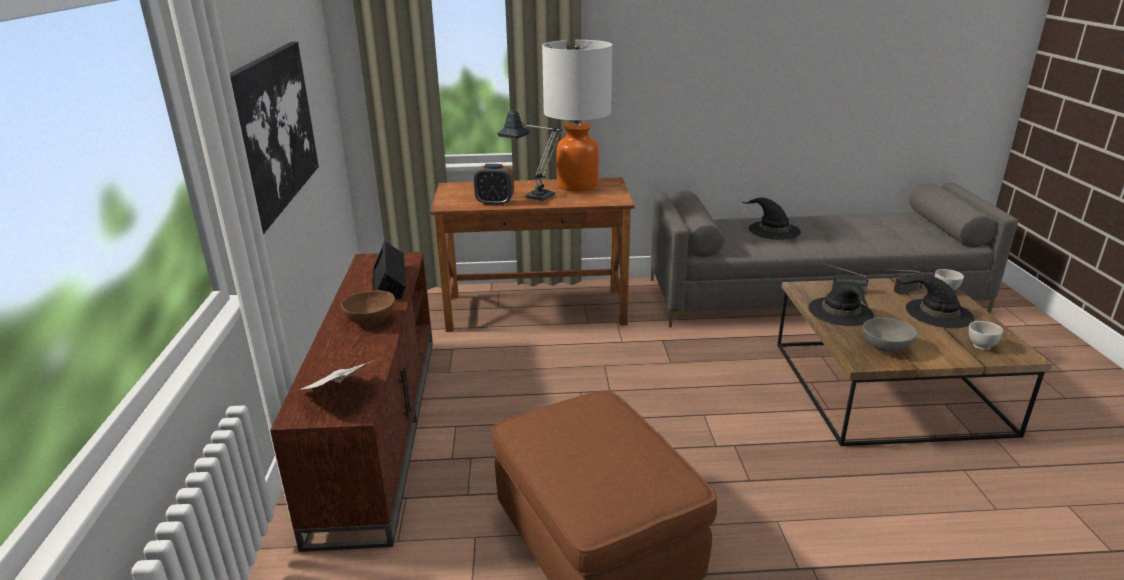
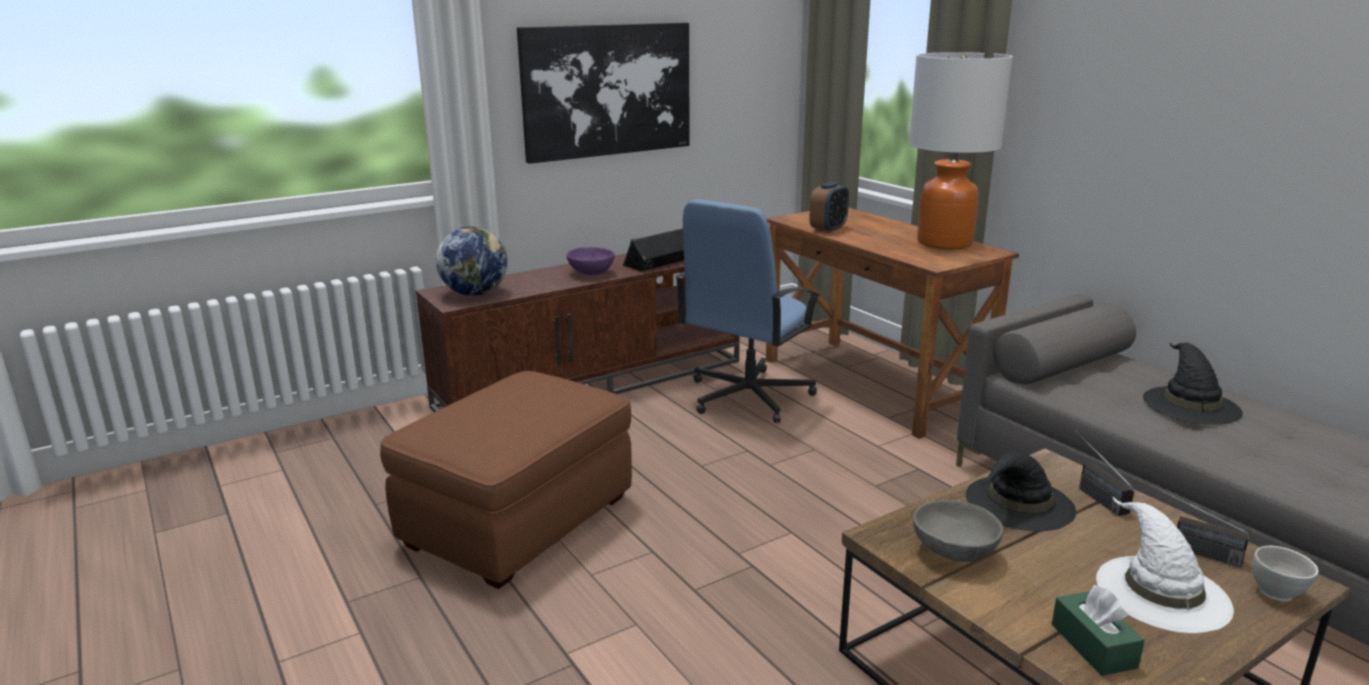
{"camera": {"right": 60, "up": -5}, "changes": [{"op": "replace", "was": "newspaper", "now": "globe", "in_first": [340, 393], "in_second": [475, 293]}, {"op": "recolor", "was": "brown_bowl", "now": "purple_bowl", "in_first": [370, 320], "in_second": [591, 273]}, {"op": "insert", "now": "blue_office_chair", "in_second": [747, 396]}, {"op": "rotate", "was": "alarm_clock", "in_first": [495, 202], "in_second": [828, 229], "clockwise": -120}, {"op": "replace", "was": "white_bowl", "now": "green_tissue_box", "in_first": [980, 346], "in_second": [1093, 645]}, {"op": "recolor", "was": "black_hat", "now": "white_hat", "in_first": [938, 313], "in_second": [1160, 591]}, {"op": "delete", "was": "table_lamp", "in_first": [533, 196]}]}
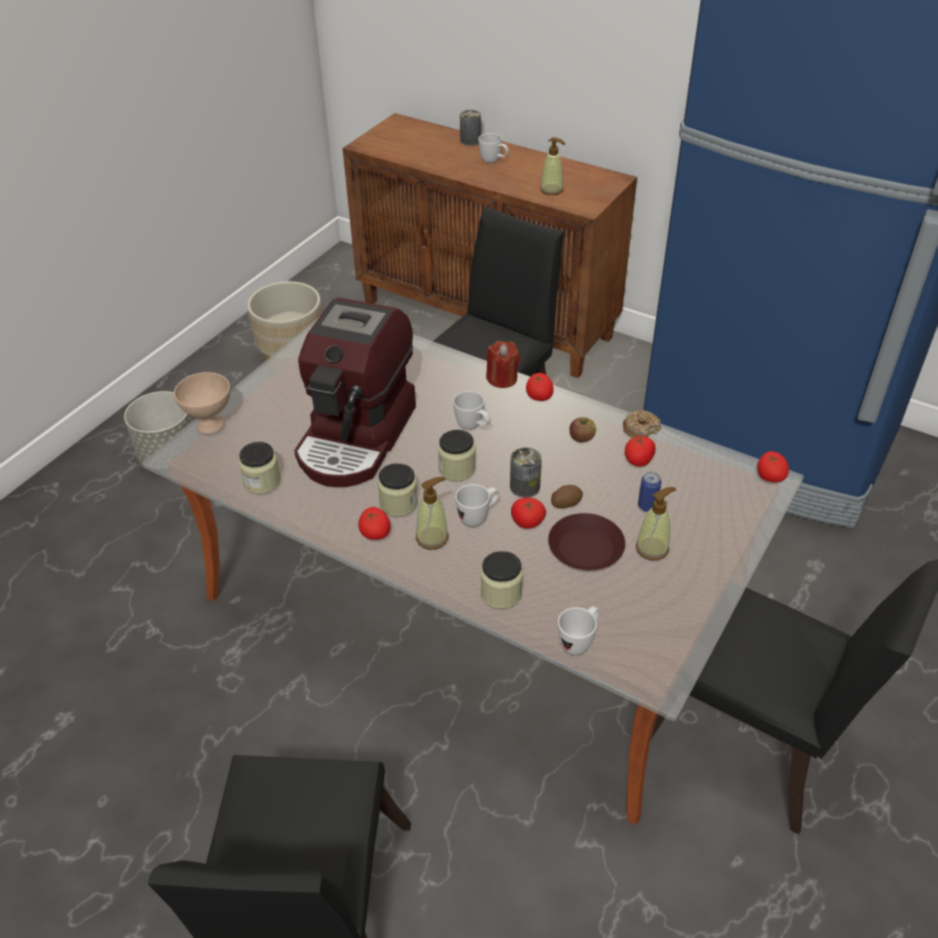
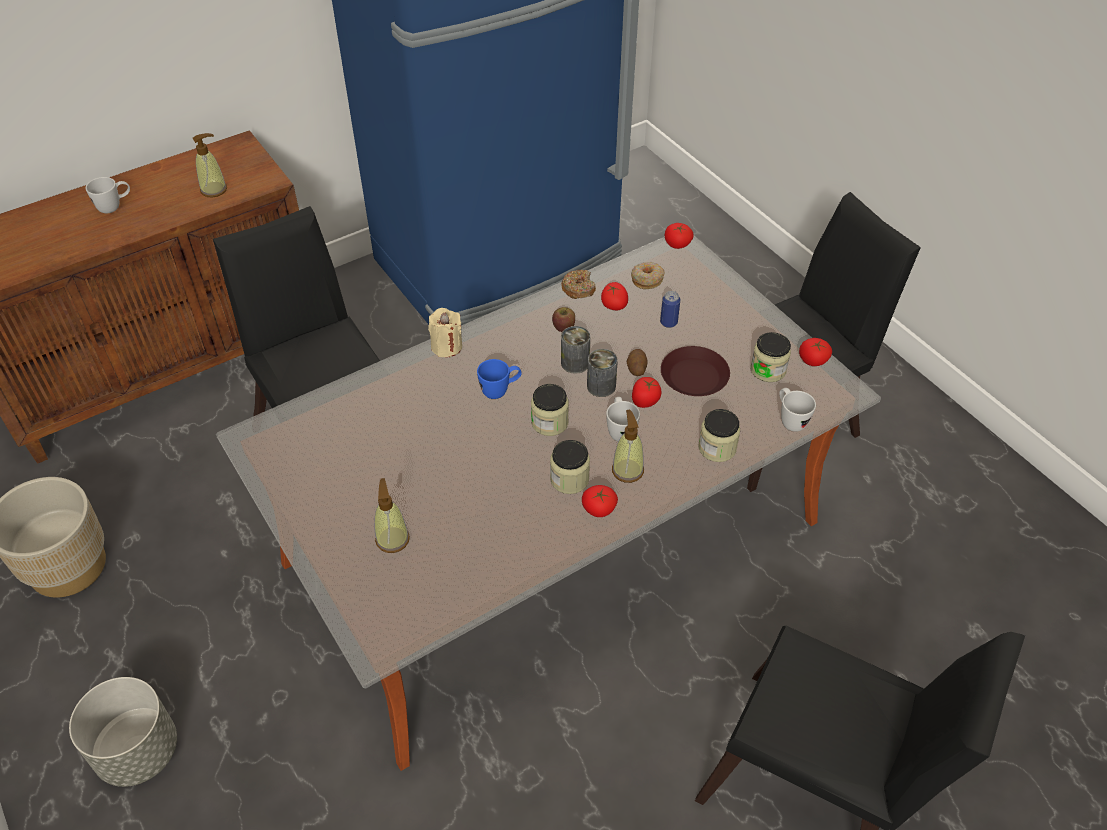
{"camera": {"right": -65, "up": 5}, "changes": [{"op": "move", "was": "soap_dispenser", "in_first": [652, 548], "in_second": [392, 539]}, {"op": "recolor", "was": "red_candle", "now": "beige_candle", "in_first": [502, 378], "in_second": [446, 346]}, {"op": "recolor", "was": "white_mug", "now": "blue_mug", "in_first": [473, 427], "in_second": [500, 391]}, {"op": "move", "was": "can", "in_first": [470, 141], "in_second": [575, 363]}, {"op": "insert", "now": "donut", "in_second": [647, 279]}, {"op": "move", "was": "jar", "in_first": [262, 481], "in_second": [768, 370]}, {"op": "move", "was": "tomato", "in_first": [539, 396], "in_second": [812, 361]}, {"op": "delete", "was": "beige_bowl", "in_first": [210, 426]}, {"op": "delete", "was": "coffee_machine", "in_first": [357, 437]}]}
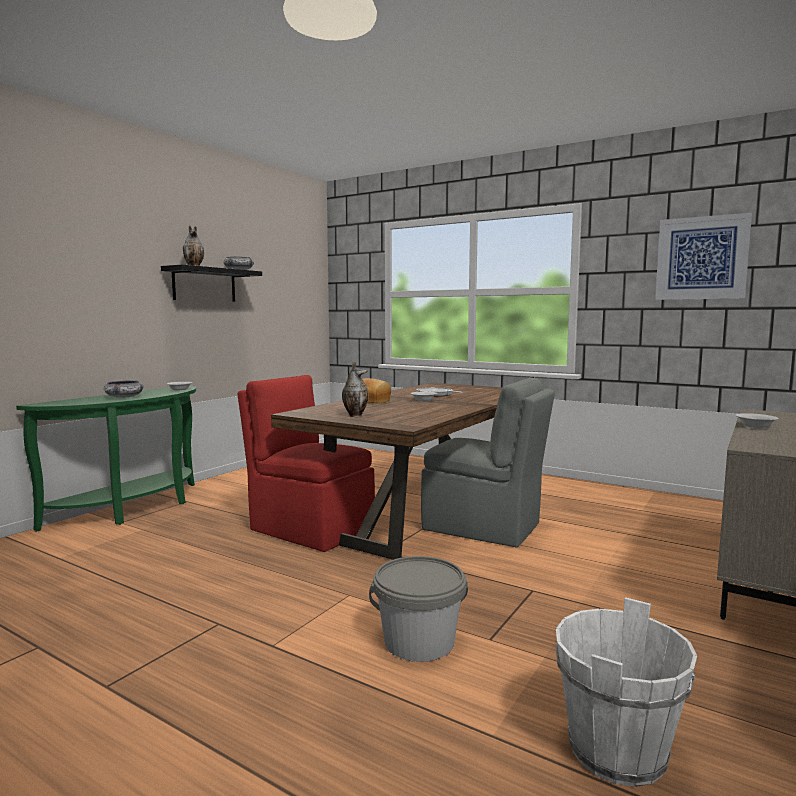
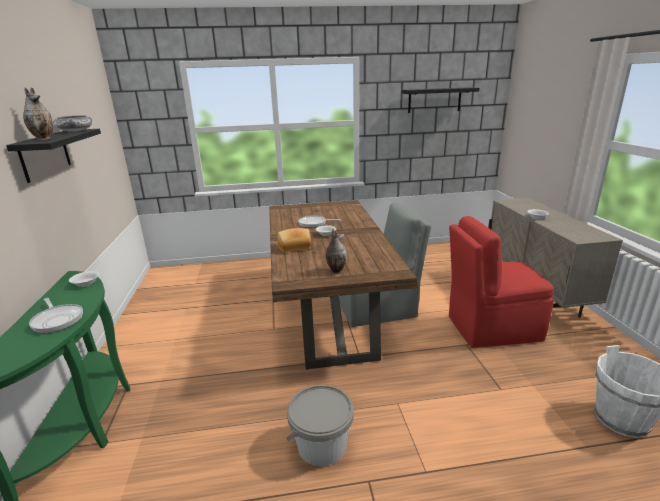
{"camera": {"right": -40, "up": 15}, "changes": [{"op": "replace", "was": "bowl", "now": "frying_pan", "in_first": [124, 397], "in_second": [57, 319]}, {"op": "move", "was": "grey_bucket", "in_first": [419, 642], "in_second": [322, 445]}, {"op": "replace", "was": "picture", "now": "black_shelf", "in_first": [701, 258], "in_second": [434, 100]}, {"op": "move", "was": "red_chair", "in_first": [310, 528], "in_second": [491, 328]}]}
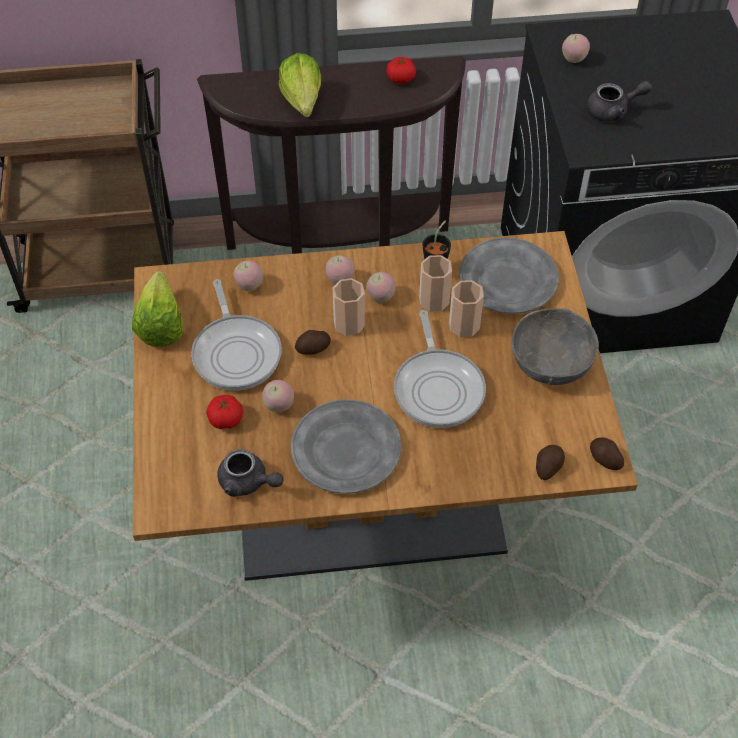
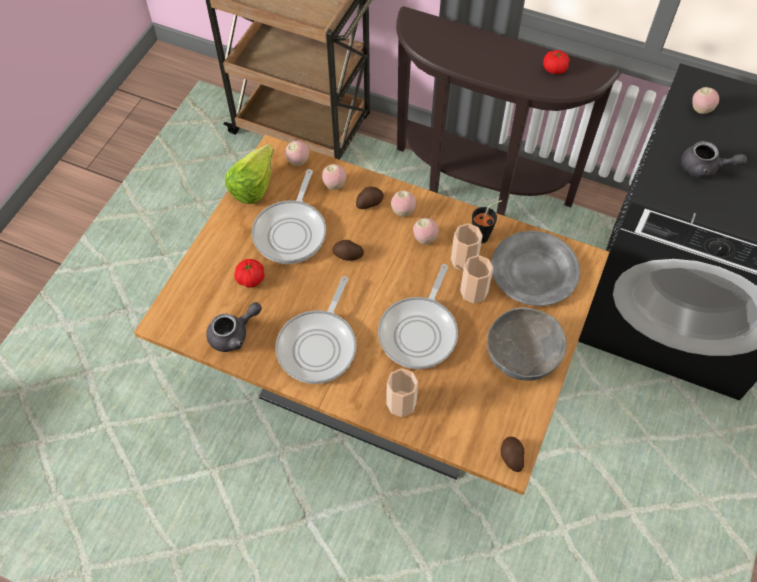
{"camera": {"right": 30, "up": 5}, "changes": [{"op": "rotate", "was": "grey_teapot", "in_first": [248, 482], "in_second": [234, 334], "clockwise": -90}, {"op": "replace", "was": "grey_plate", "now": "frying_pan", "in_first": [346, 449], "in_second": [319, 345]}, {"op": "move", "was": "apple", "in_first": [279, 405], "in_second": [298, 161]}, {"op": "move", "was": "potato", "in_first": [548, 467], "in_second": [369, 202]}, {"op": "move", "was": "cup", "in_first": [349, 323], "in_second": [401, 403]}, {"op": "delete", "was": "lettuce", "in_first": [301, 106]}]}
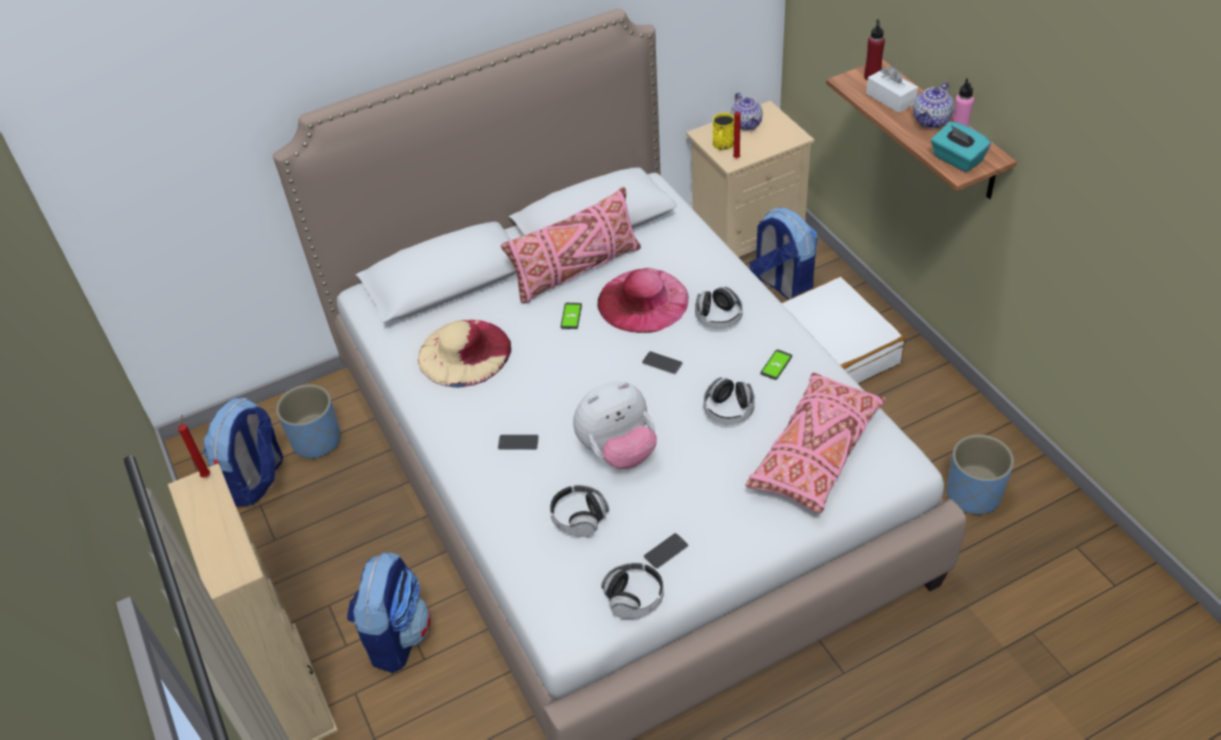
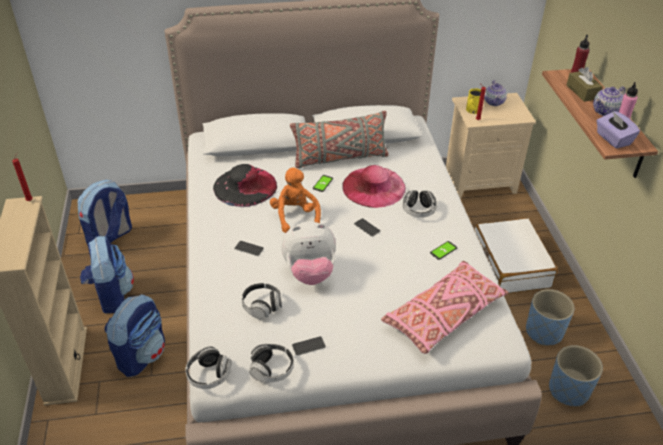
{"camera": {"right": 15, "up": -5}, "changes": [{"op": "move", "was": "backpack", "in_first": [782, 285], "in_second": [111, 295]}, {"op": "move", "was": "headphones", "in_first": [728, 410], "in_second": [209, 375]}, {"op": "recolor", "was": "beige_hat", "now": "black_hat", "in_first": [464, 352], "in_second": [245, 186]}, {"op": "insert", "now": "orange_plush_toy", "in_second": [295, 216]}, {"op": "recolor", "was": "pink_pillow", "now": "grey_pillow", "in_first": [576, 271], "in_second": [340, 158]}, {"op": "move", "was": "blue_planter", "in_first": [317, 441], "in_second": [544, 332]}, {"op": "recolor", "was": "white_tissue_box", "now": "brown_tissue_box", "in_first": [890, 98], "in_second": [582, 92]}, {"op": "recolor", "was": "turquoise_tissue_box", "now": "purple_tissue_box", "in_first": [957, 159], "in_second": [613, 139]}]}
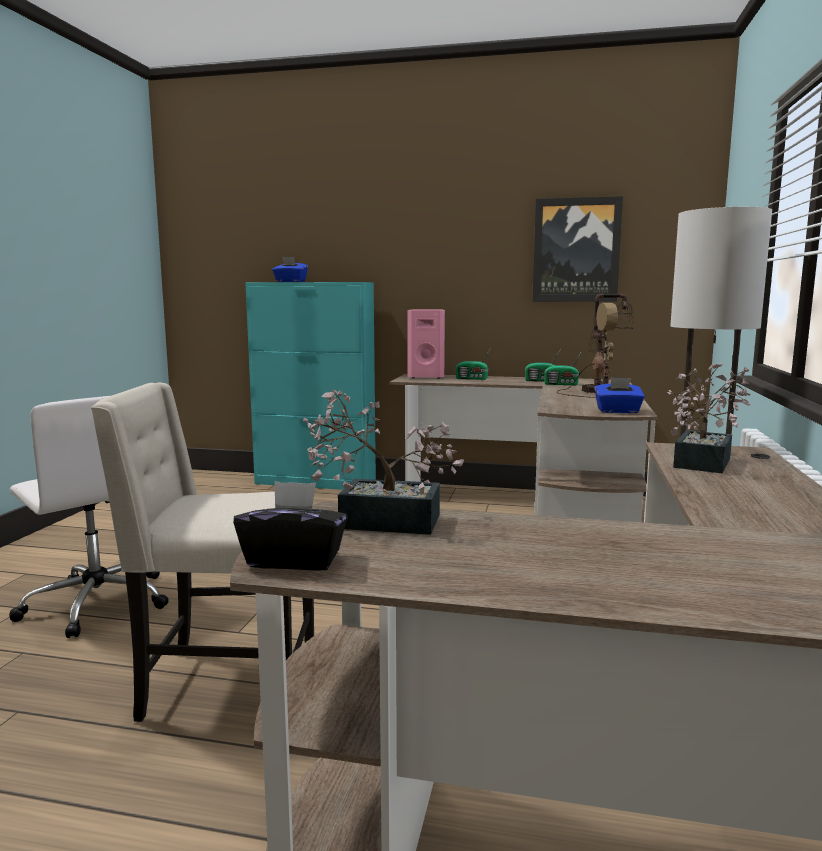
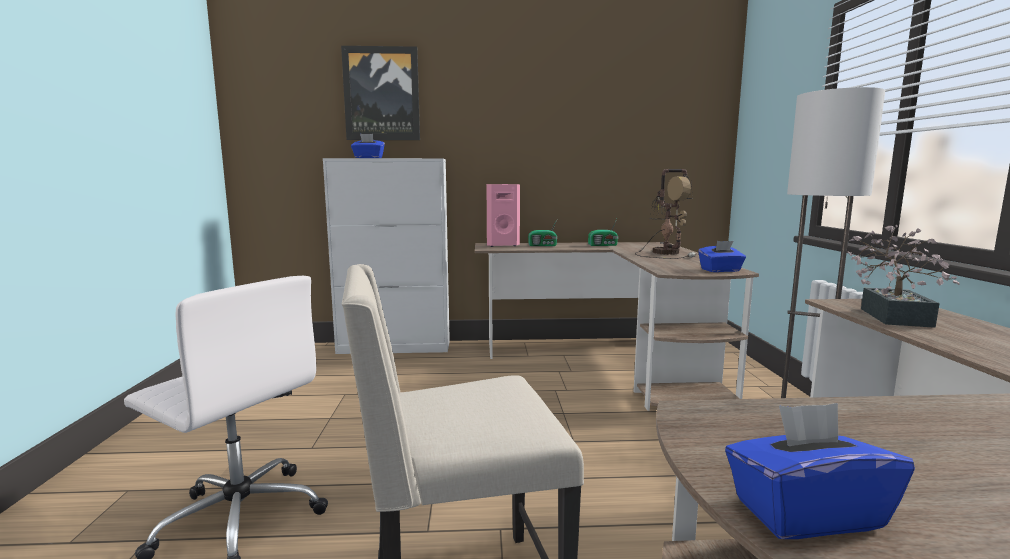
{"camera": {"right": -15, "up": 0}, "changes": [{"op": "recolor", "was": "turquoise_cabinet", "now": "white_cabinet", "in_first": [316, 482], "in_second": [395, 347]}, {"op": "move", "was": "picture", "in_first": [576, 250], "in_second": [382, 94]}, {"op": "recolor", "was": "black_tissue_box", "now": "blue_tissue_box", "in_first": [294, 560], "in_second": [805, 512]}, {"op": "delete", "was": "potted_plant", "in_first": [378, 520]}, {"op": "delete", "was": "radio", "in_first": [562, 384]}]}
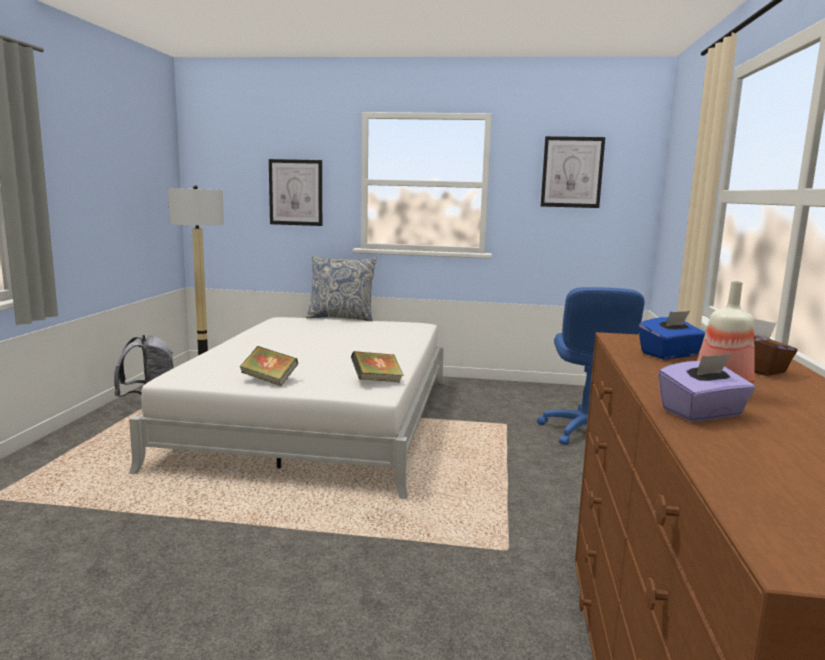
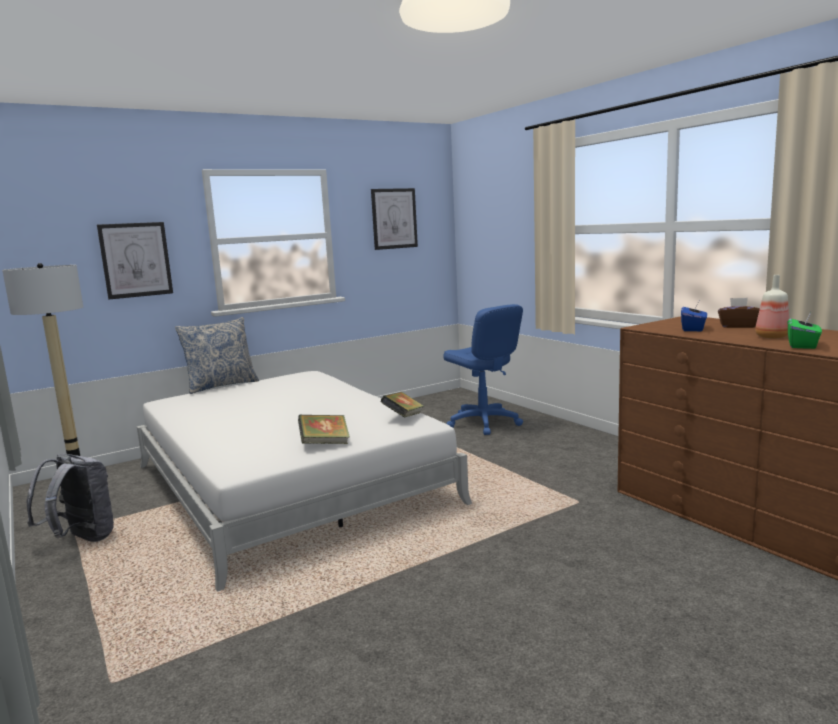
{"camera": {"right": -40, "up": 0}, "changes": [{"op": "recolor", "was": "purple_tissue_box", "now": "green_tissue_box", "in_first": [702, 413], "in_second": [802, 345]}]}
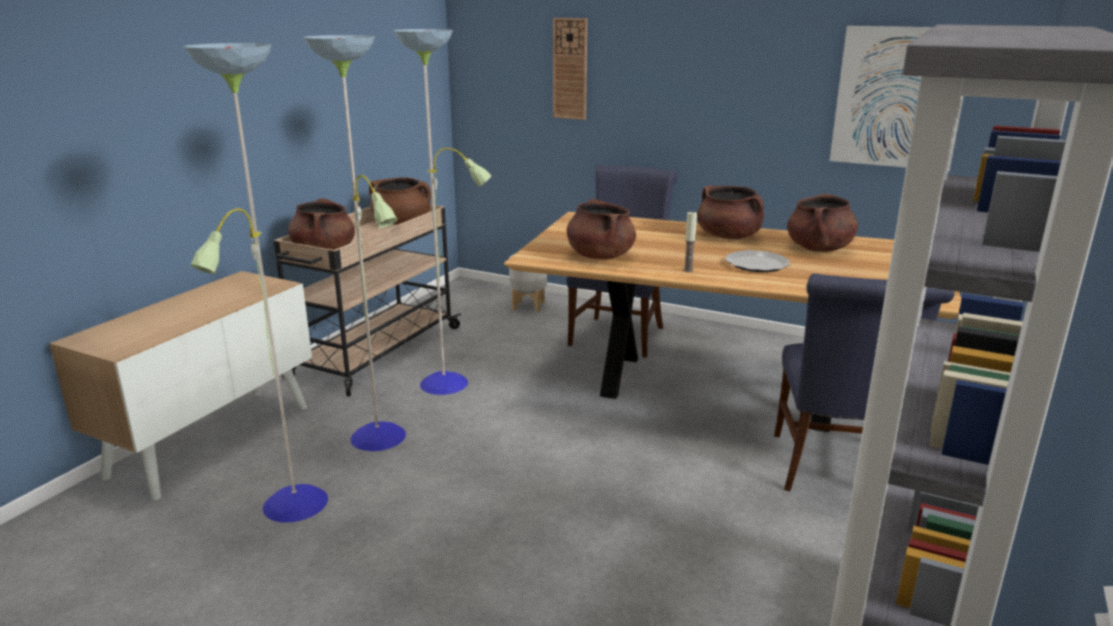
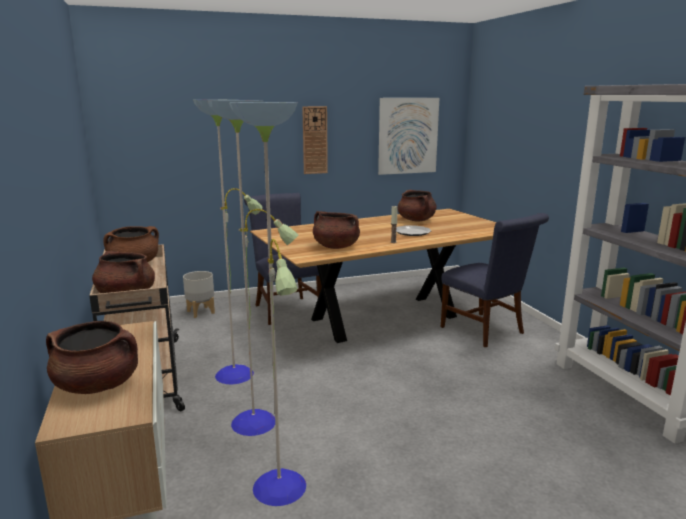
{"camera": {"right": -45, "up": -5}, "changes": [{"op": "move", "was": "brown_cooking_pot", "in_first": [729, 237], "in_second": [98, 385]}, {"op": "move", "was": "wall_clock", "in_first": [570, 69], "in_second": [315, 140]}]}
